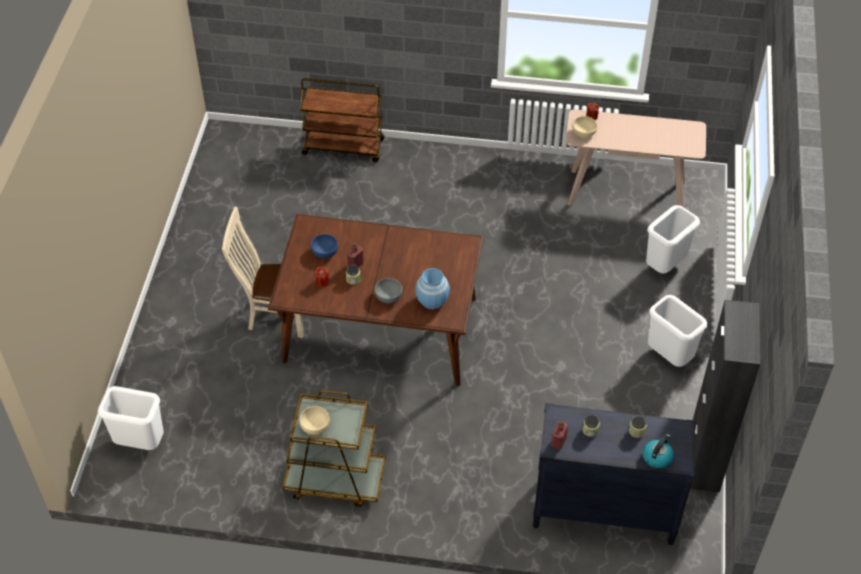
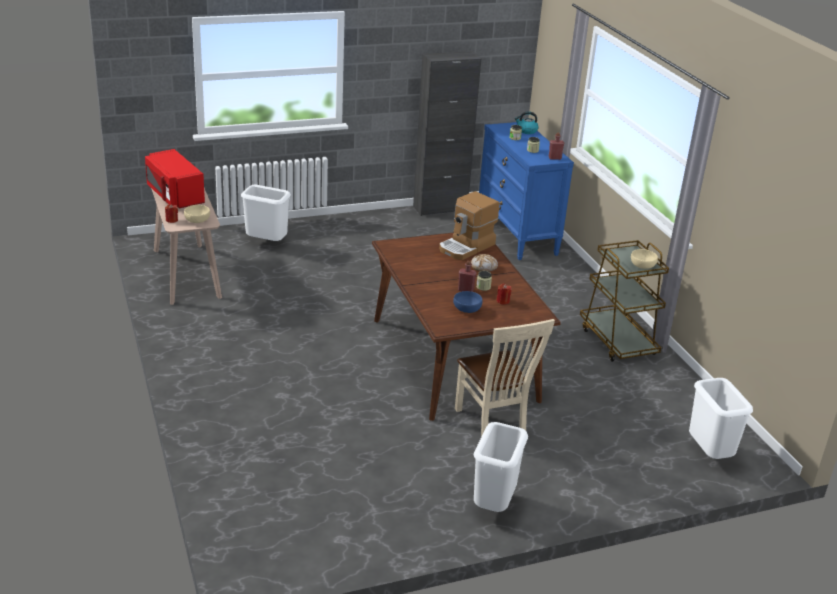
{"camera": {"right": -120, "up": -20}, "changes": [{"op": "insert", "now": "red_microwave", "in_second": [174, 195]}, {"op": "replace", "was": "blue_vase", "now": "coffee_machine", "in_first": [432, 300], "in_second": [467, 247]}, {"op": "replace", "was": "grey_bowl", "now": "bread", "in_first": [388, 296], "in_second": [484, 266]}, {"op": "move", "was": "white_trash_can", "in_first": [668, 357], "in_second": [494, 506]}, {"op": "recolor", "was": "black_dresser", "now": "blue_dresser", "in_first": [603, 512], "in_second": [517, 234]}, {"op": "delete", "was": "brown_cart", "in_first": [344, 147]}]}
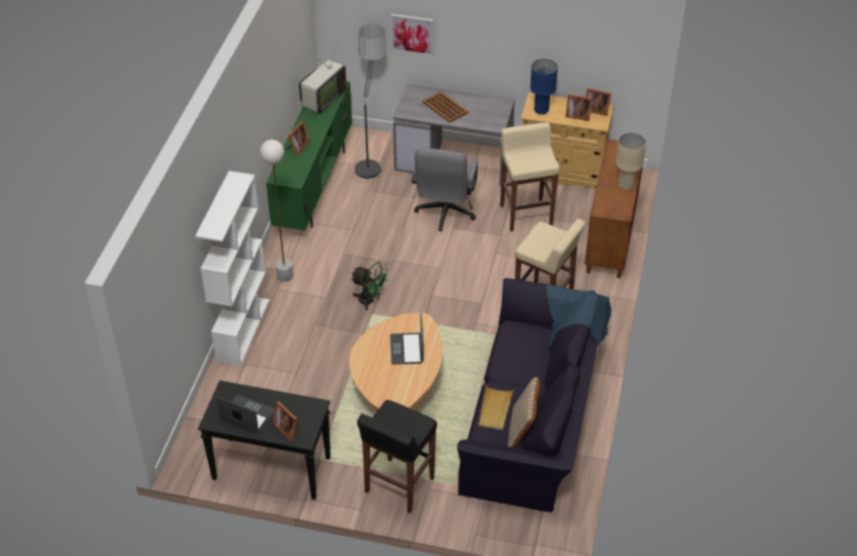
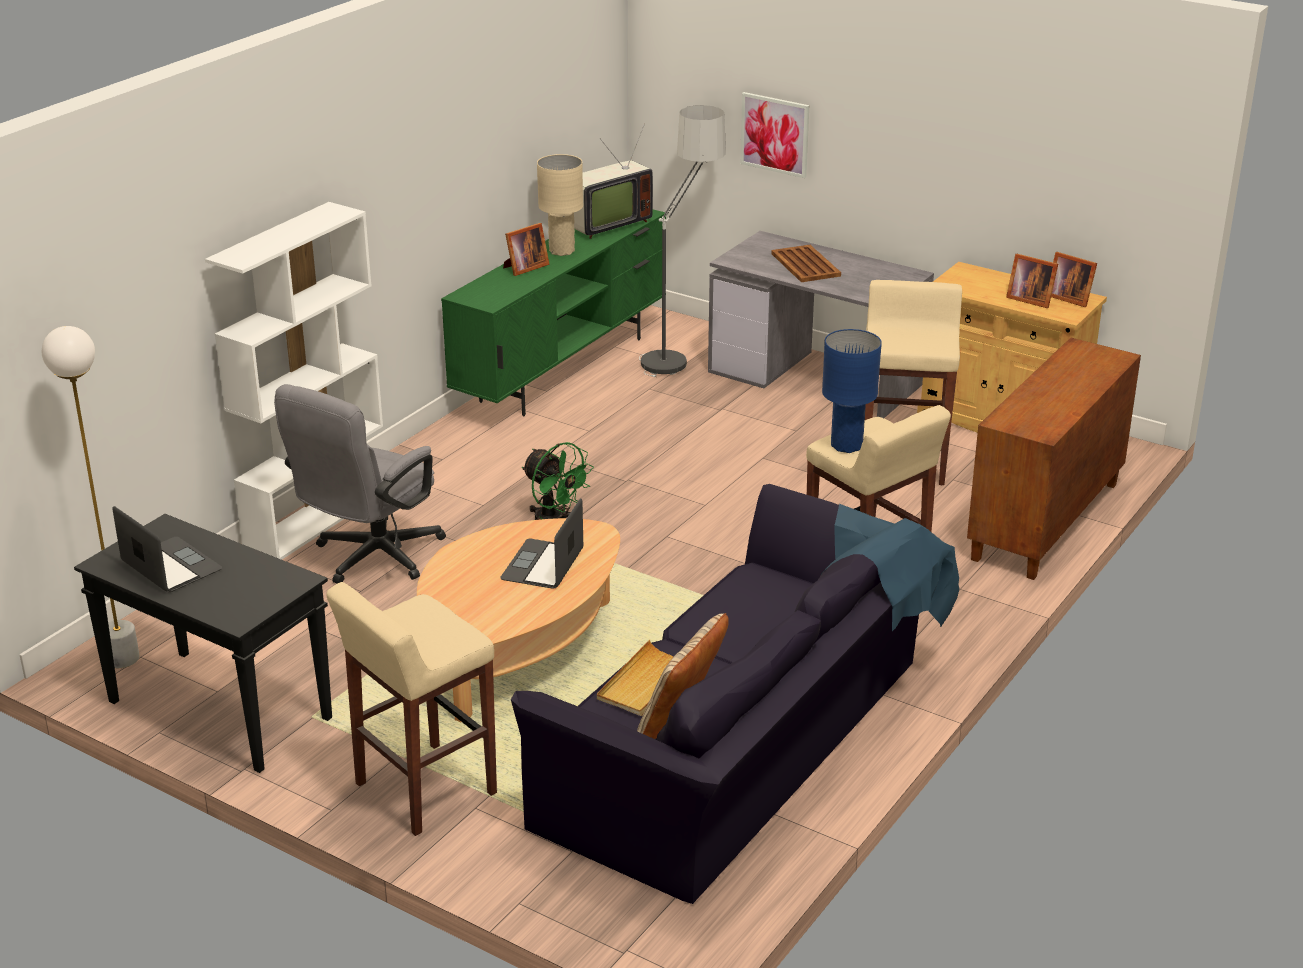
{"camera": {"right": 20, "up": -15}, "changes": [{"op": "move", "was": "white_floor_lamp", "in_first": [285, 276], "in_second": [122, 658]}, {"op": "move", "was": "grey_office_chair", "in_first": [444, 213], "in_second": [370, 559]}, {"op": "recolor", "was": "black_stool", "now": "beige_stool", "in_first": [398, 486], "in_second": [423, 789]}, {"op": "move", "was": "beige_table_lamp", "in_first": [626, 185], "in_second": [561, 251]}, {"op": "move", "was": "blue_table_lamp", "in_first": [541, 110], "in_second": [846, 445]}, {"op": "delete", "was": "picture_frame", "in_first": [287, 428]}]}
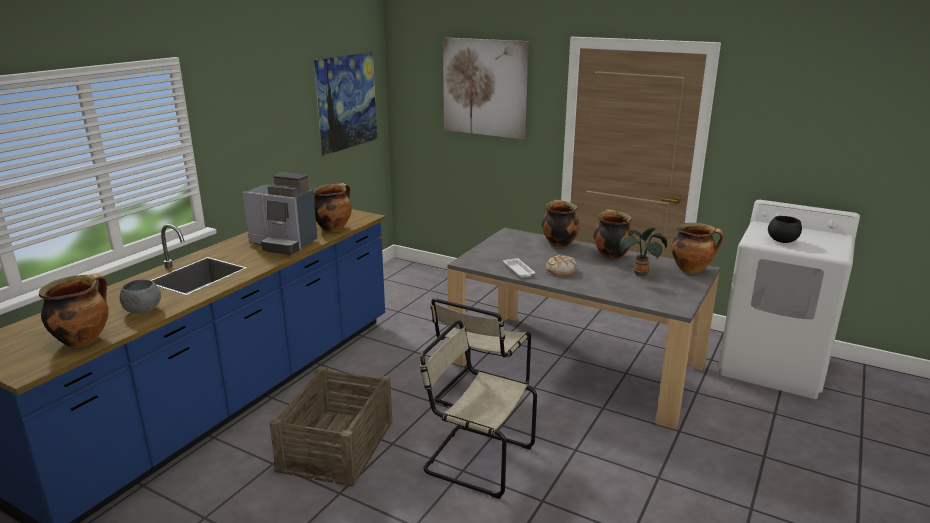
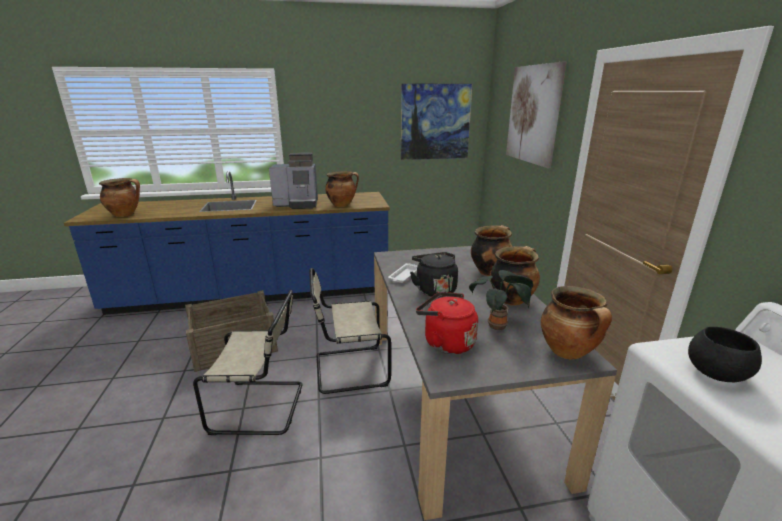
{"camera": {"right": 50, "up": 0}, "changes": [{"op": "rotate", "was": "beige_chair", "in_first": [475, 459], "in_second": [262, 407], "clockwise": 105}, {"op": "rotate", "was": "coffee_machine", "in_first": [283, 244], "in_second": [298, 204], "clockwise": -75}, {"op": "replace", "was": "bread", "now": "black_kettle", "in_first": [561, 270], "in_second": [434, 290]}, {"op": "insert", "now": "red_kettle", "in_second": [446, 342]}, {"op": "delete", "was": "grey_bowl", "in_first": [142, 310]}]}
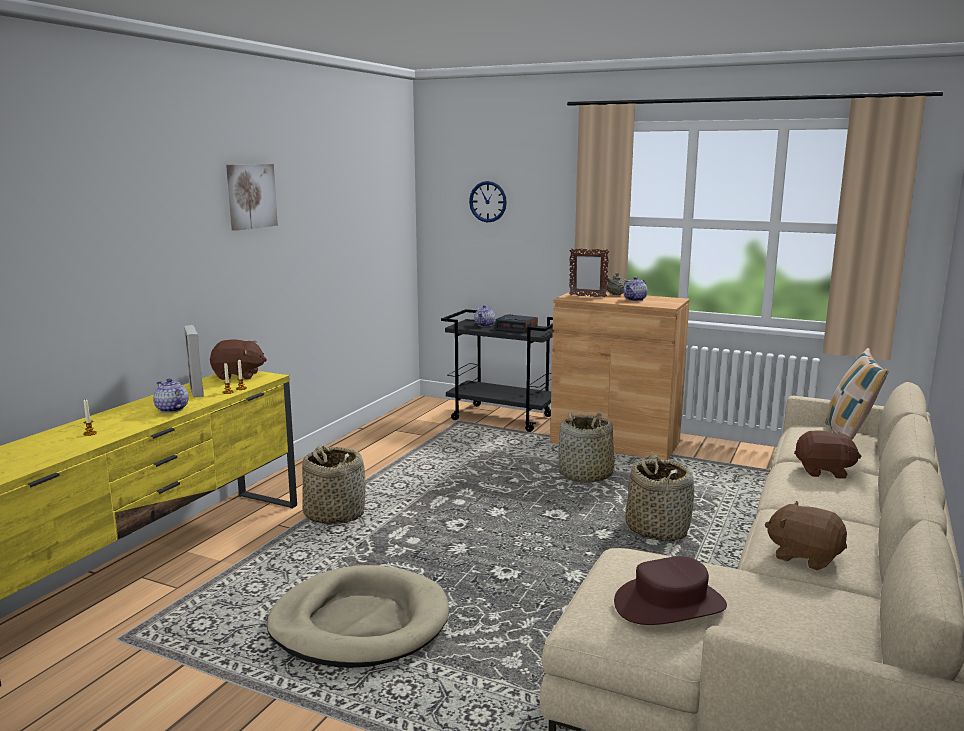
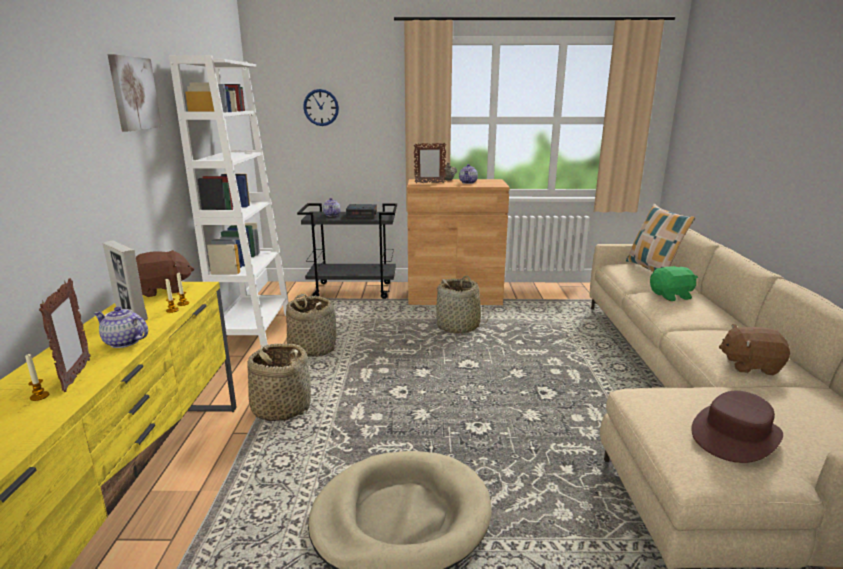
{"camera": {"right": -25, "up": 5}, "changes": [{"op": "insert", "now": "picture_frame", "in_second": [77, 375]}, {"op": "insert", "now": "white_bookcase", "in_second": [254, 331]}, {"op": "move", "was": "basket", "in_first": [657, 529], "in_second": [312, 348]}, {"op": "recolor", "was": "brown_plush_toy", "now": "green_plush_toy", "in_first": [823, 471], "in_second": [671, 296]}]}
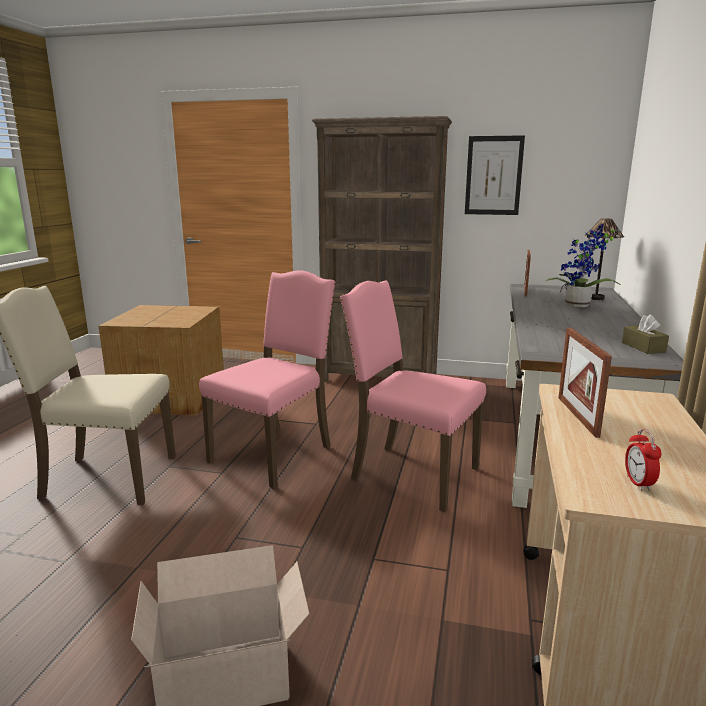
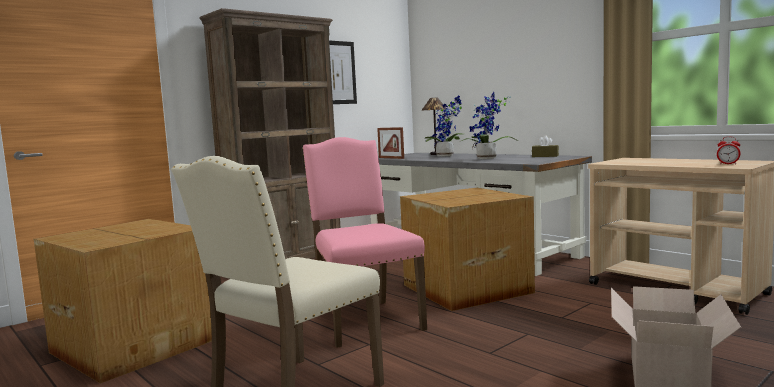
{"camera": {"right": -55, "up": -10}, "changes": [{"op": "replace", "was": "pink_chair", "now": "cardboard_box", "in_first": [411, 474], "in_second": [464, 288]}, {"op": "insert", "now": "potted_plant", "in_second": [487, 159]}, {"op": "delete", "was": "picture_frame", "in_first": [577, 416]}]}
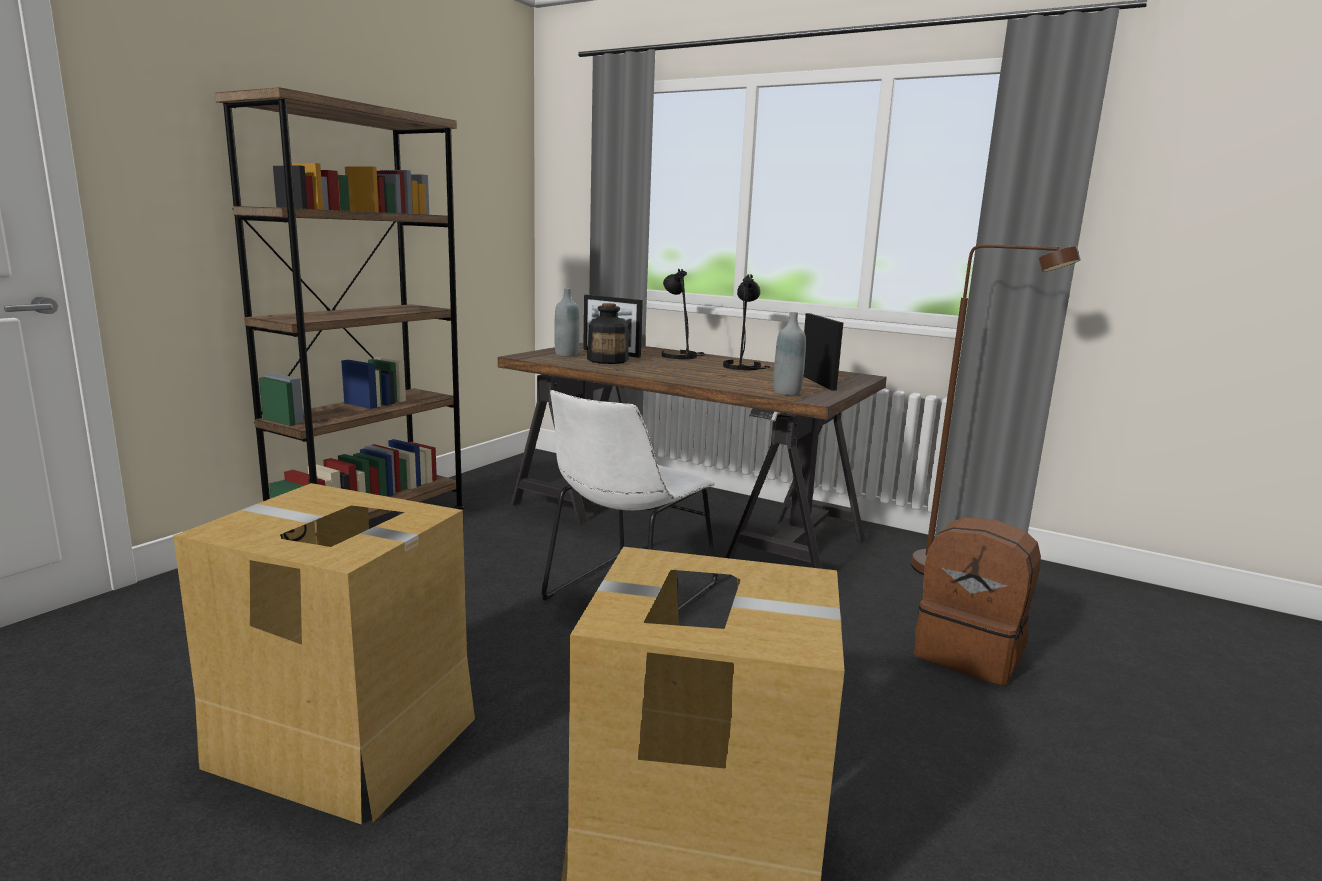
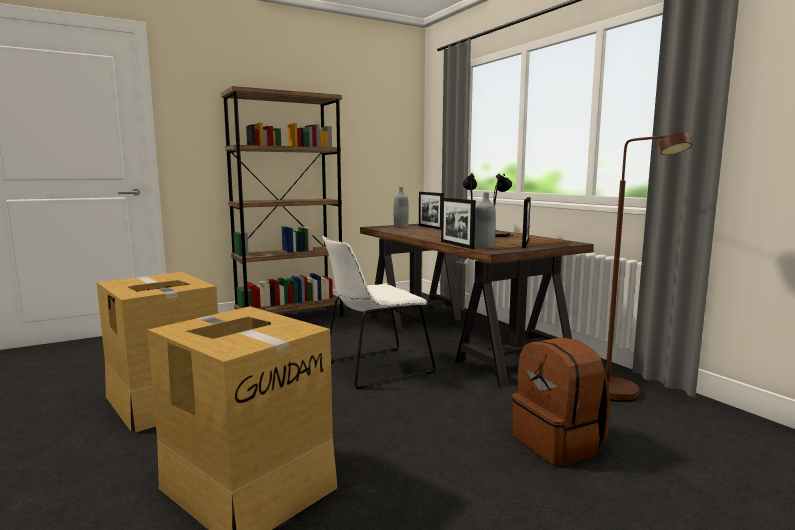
{"camera": {"right": 30, "up": -5}, "changes": [{"op": "insert", "now": "picture_frame", "in_second": [456, 245]}, {"op": "delete", "was": "bottle", "in_first": [608, 360]}]}
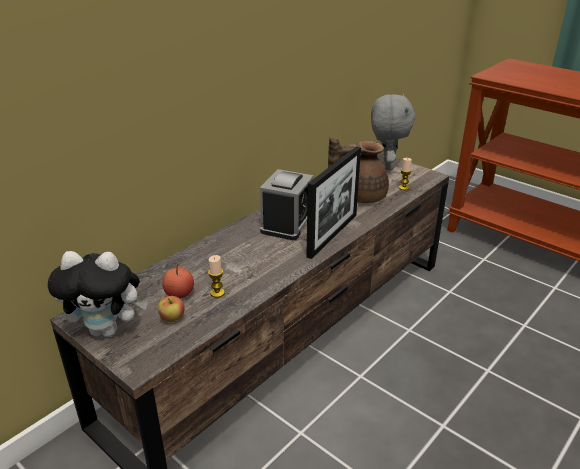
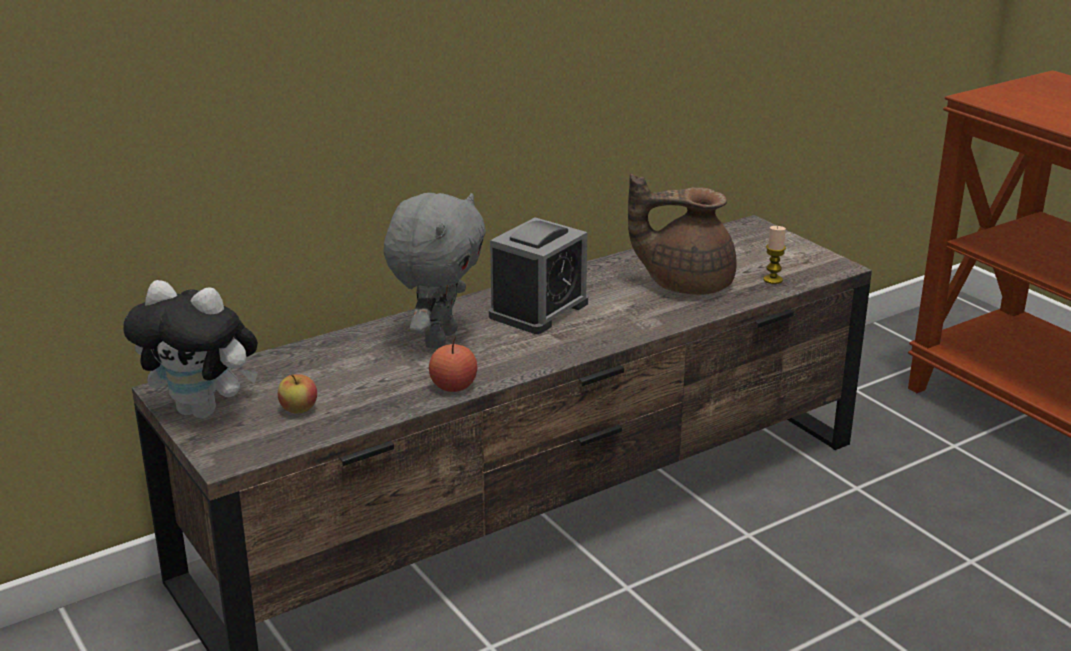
{"camera": {"right": 15, "up": -5}, "changes": [{"op": "move", "was": "grey_plush_toy", "in_first": [386, 166], "in_second": [438, 339]}, {"op": "move", "was": "apple", "in_first": [179, 294], "in_second": [453, 386]}, {"op": "delete", "was": "candle", "in_first": [217, 293]}, {"op": "delete", "was": "picture_frame", "in_first": [332, 235]}]}
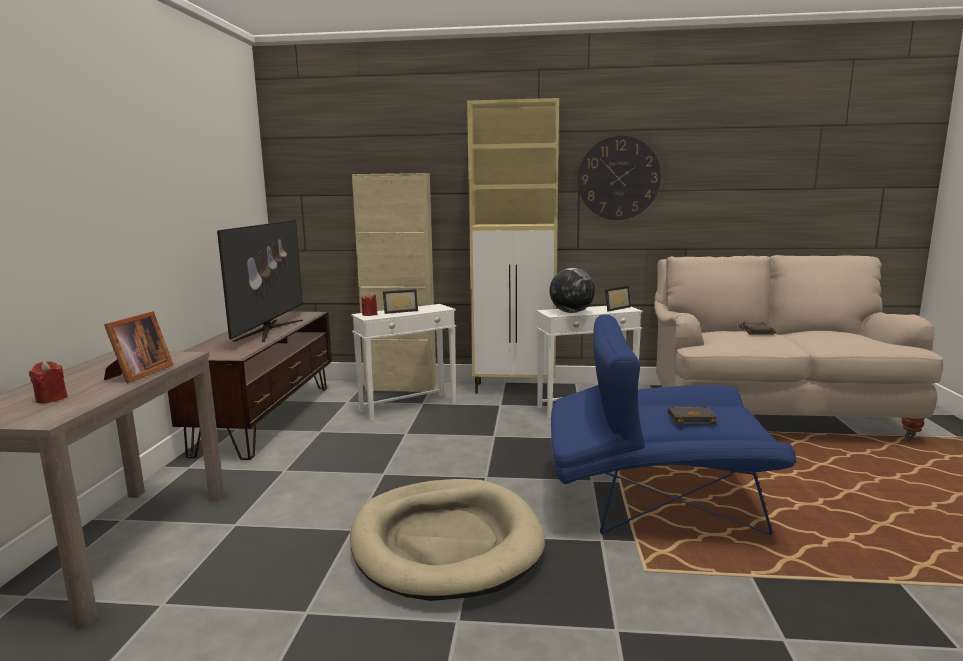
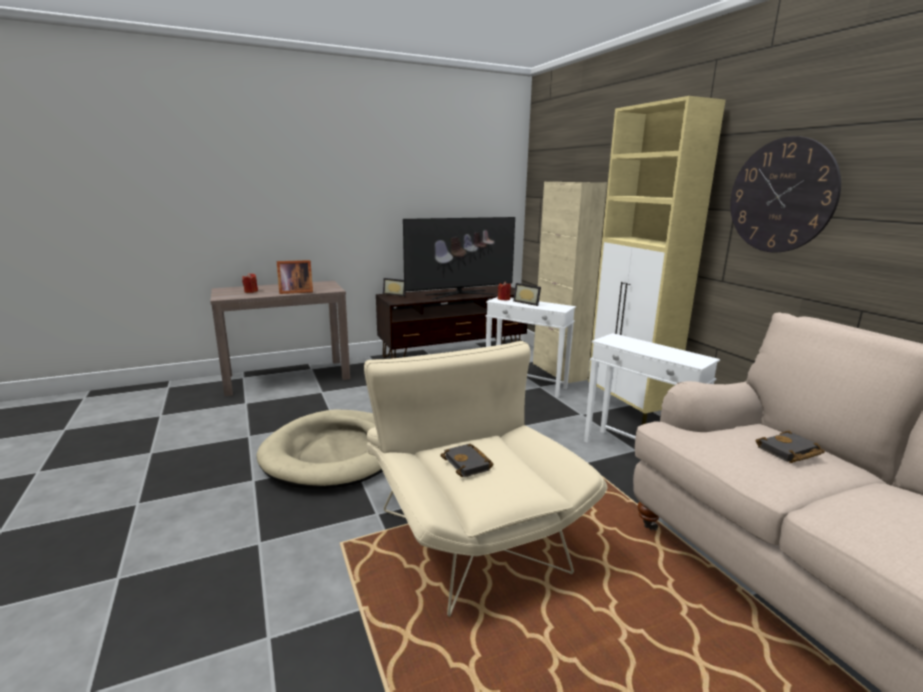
{"camera": {"right": 60, "up": 5}, "changes": [{"op": "recolor", "was": "blue_armchair", "now": "beige_armchair", "in_first": [653, 499], "in_second": [468, 528]}, {"op": "move", "was": "picture_frame", "in_first": [615, 308], "in_second": [395, 294]}, {"op": "delete", "was": "globe", "in_first": [571, 312]}]}
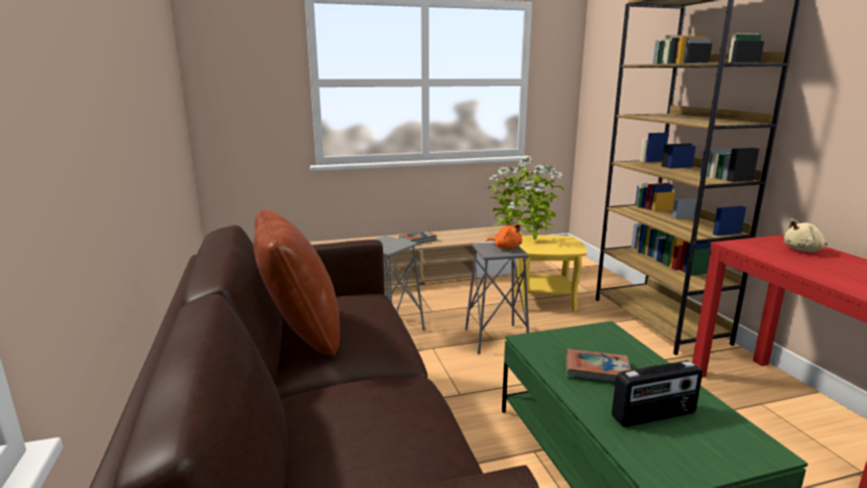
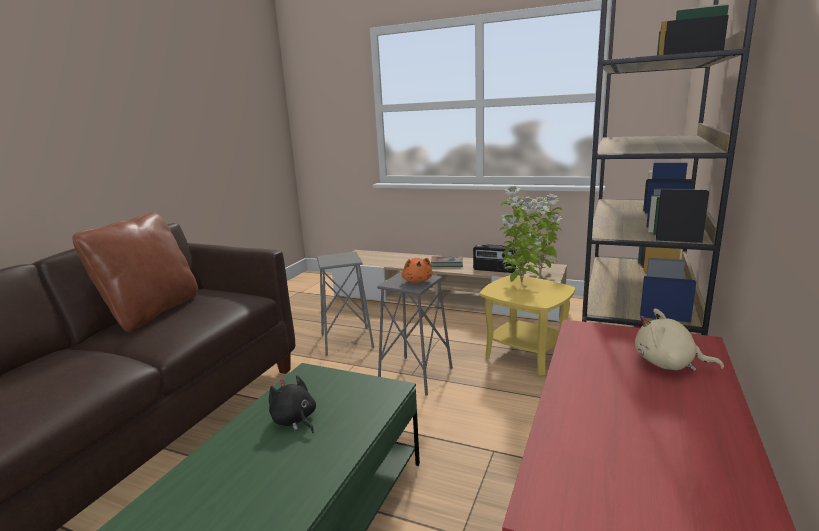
{"camera": {"right": 40, "up": 0}, "changes": [{"op": "replace", "was": "book", "now": "black_plush_toy", "in_first": [596, 370], "in_second": [295, 420]}, {"op": "move", "was": "radio", "in_first": [654, 415], "in_second": [494, 270]}]}
